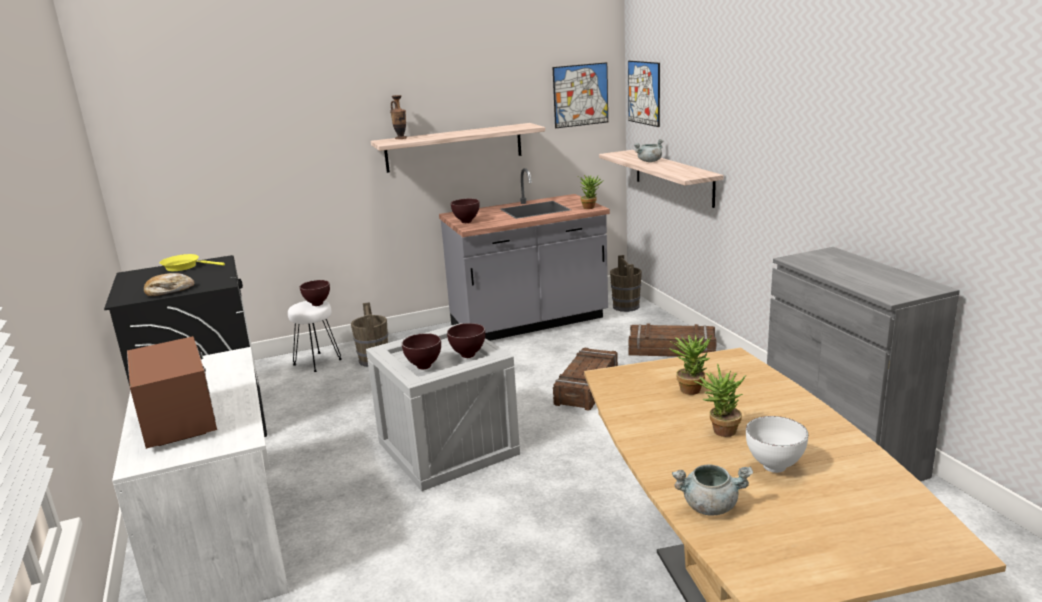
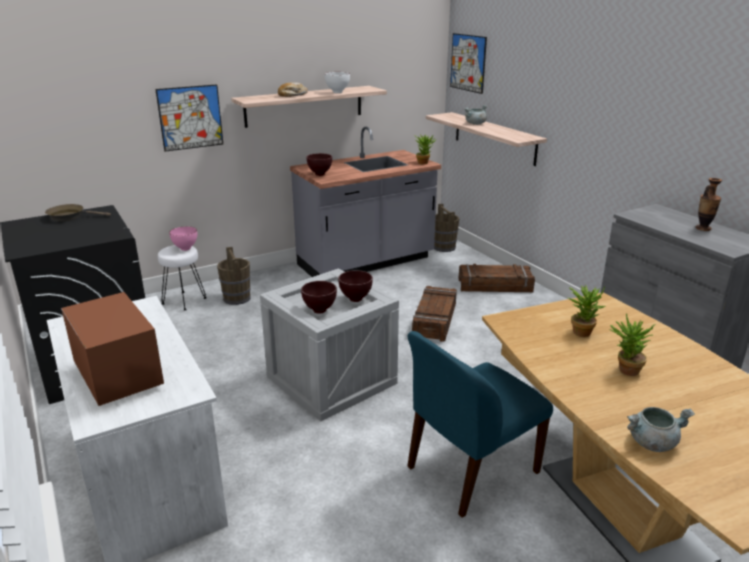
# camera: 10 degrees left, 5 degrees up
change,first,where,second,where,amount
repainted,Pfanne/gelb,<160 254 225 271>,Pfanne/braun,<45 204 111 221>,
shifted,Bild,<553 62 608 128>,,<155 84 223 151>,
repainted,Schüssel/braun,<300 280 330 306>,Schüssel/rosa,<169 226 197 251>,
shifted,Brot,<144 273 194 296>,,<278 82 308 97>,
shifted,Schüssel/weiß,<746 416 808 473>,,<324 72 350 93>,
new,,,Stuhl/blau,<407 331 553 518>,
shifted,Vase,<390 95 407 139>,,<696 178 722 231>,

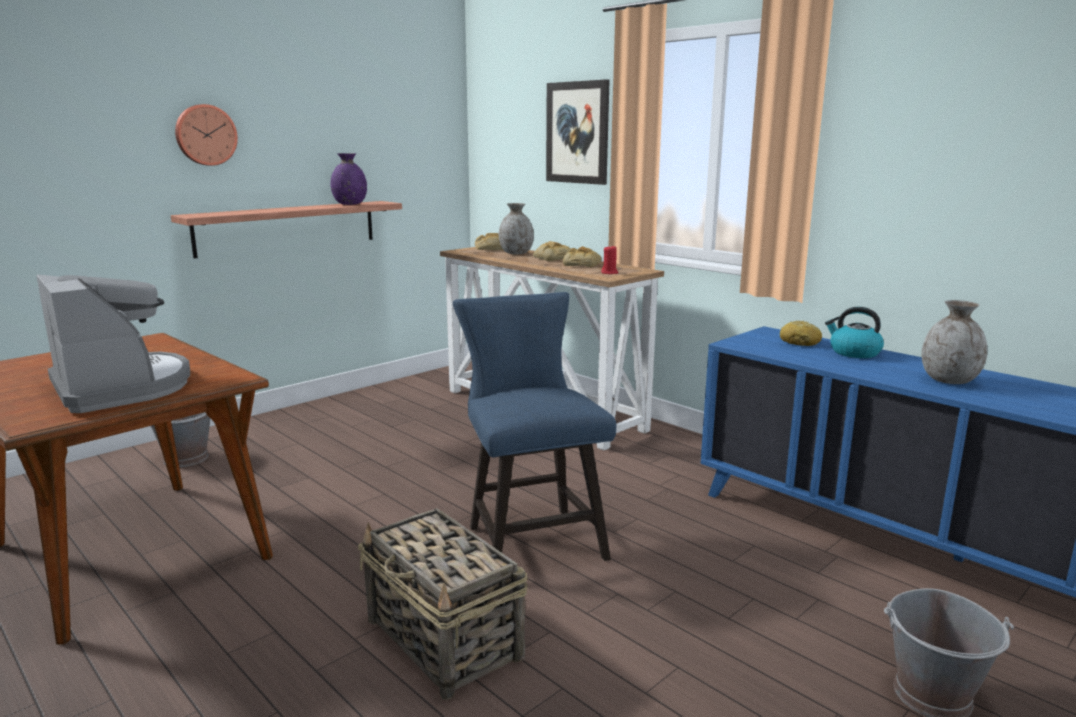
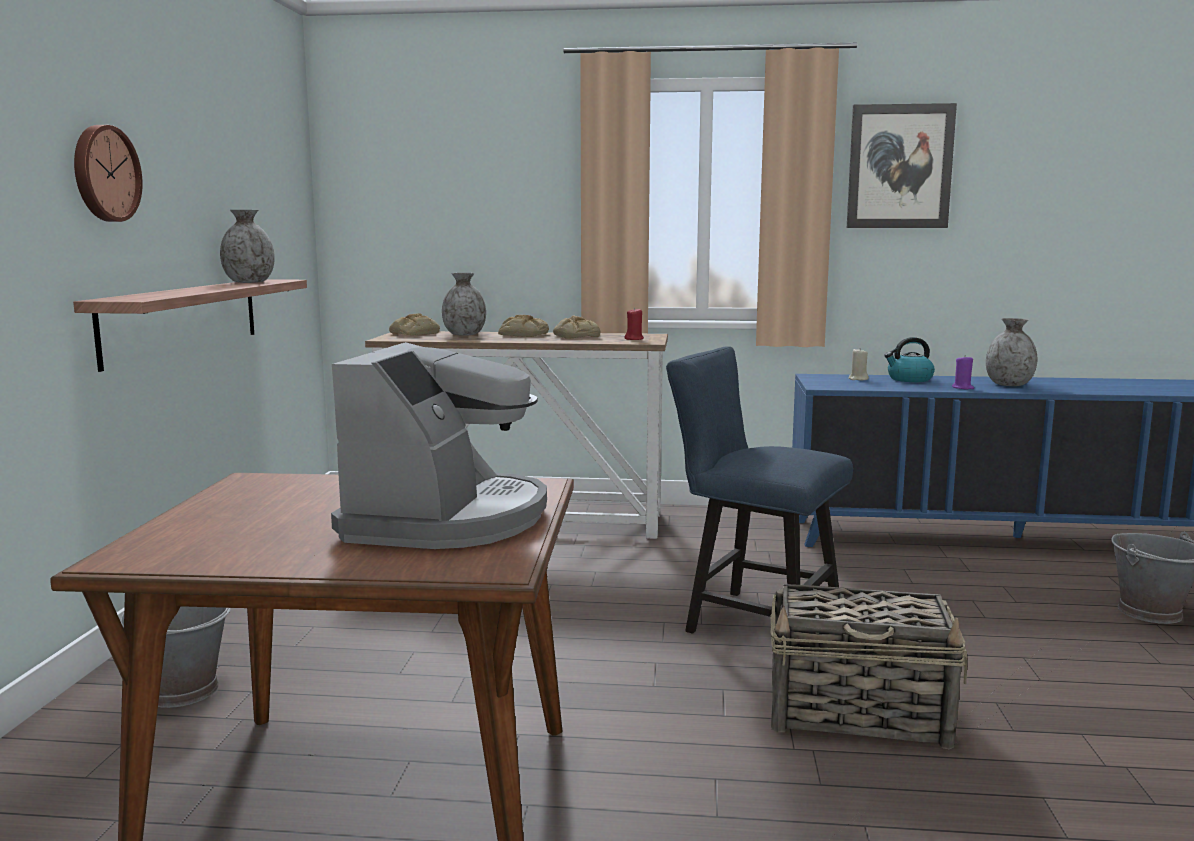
# camera: 40 degrees left, 5 degrees down
change,first,where,second,where,amount
repainted,Vase/lila,<331 153 367 205>,Vase/grau,<220 210 275 283>,
rotated,Kaffeemaschine,<37 274 190 413>,,<331 342 547 549>,90 degrees clockwise
shifted,Bild,<546 79 610 185>,,<847 103 957 228>,
swapped,Brot,<780 321 822 346>,Kerze/beige,<848 348 869 380>,
new,,,Kerze/lila,<952 357 974 390>,

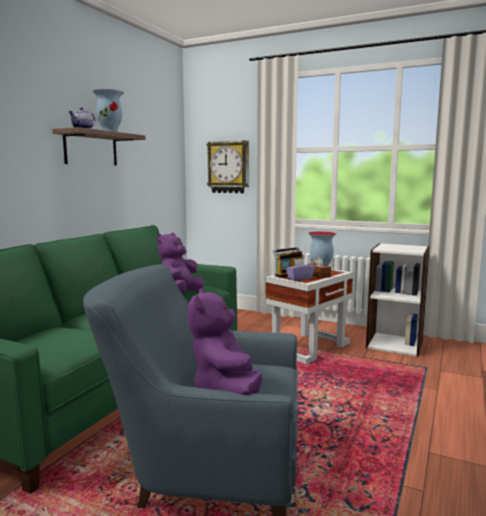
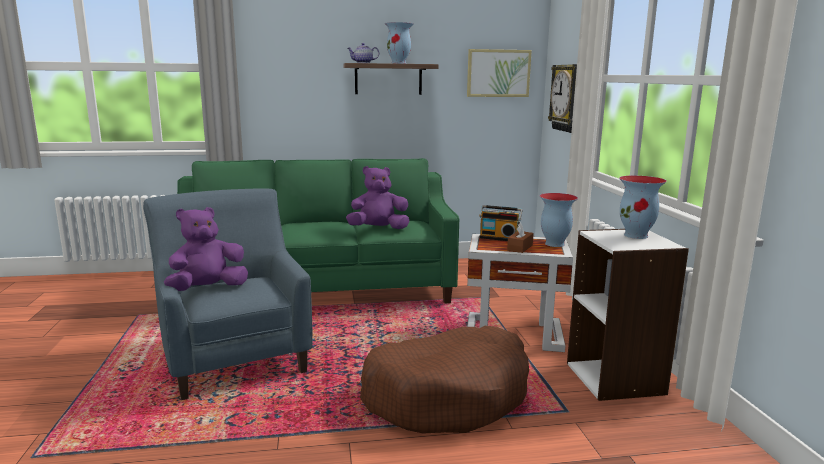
# camera: 55 degrees right, 5 degrees up
change,first,where,second,where,amount
new,,,Hundebett/braun,<360 326 529 434>,
new,,,Bild,<467 49 532 97>,
new,,,Vase,<619 175 667 239>,
gone,Taschentuchbox/lila,<286 258 315 281>,,,

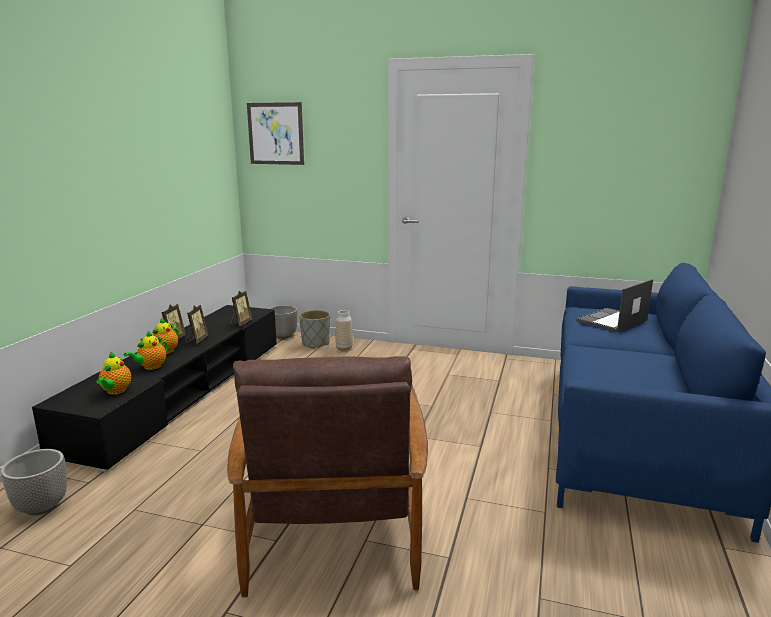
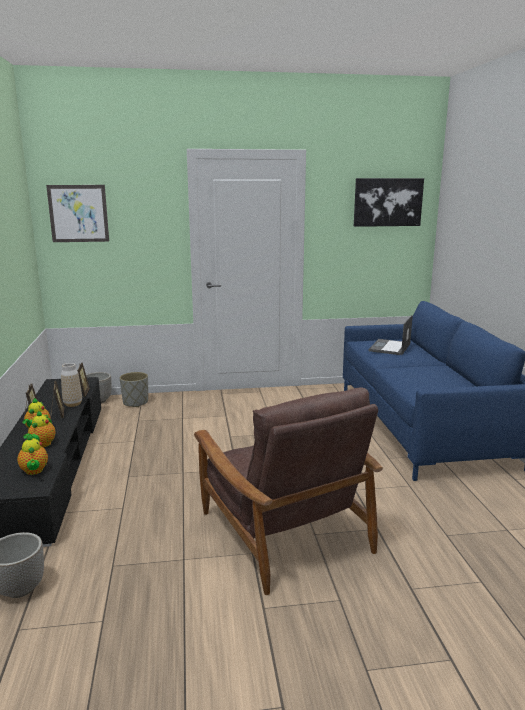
# camera: 25 degrees left, 0 degrees up
change,first,where,second,where,amount
shifted,Vase,<335 310 353 351>,,<61 363 82 407>,
new,,,Bild,<354 178 424 227>,

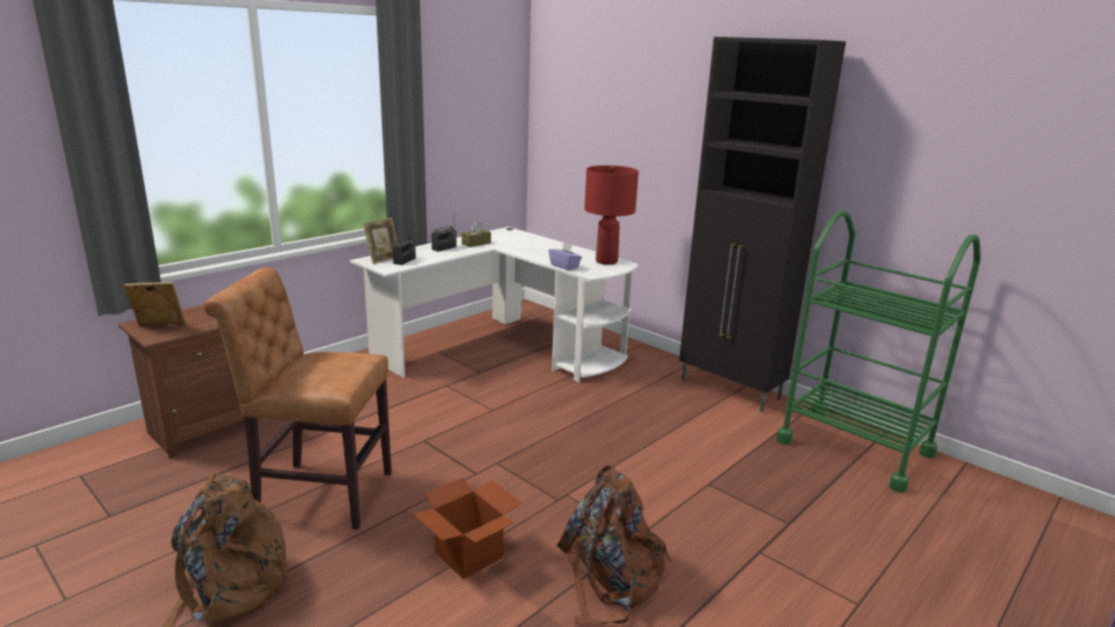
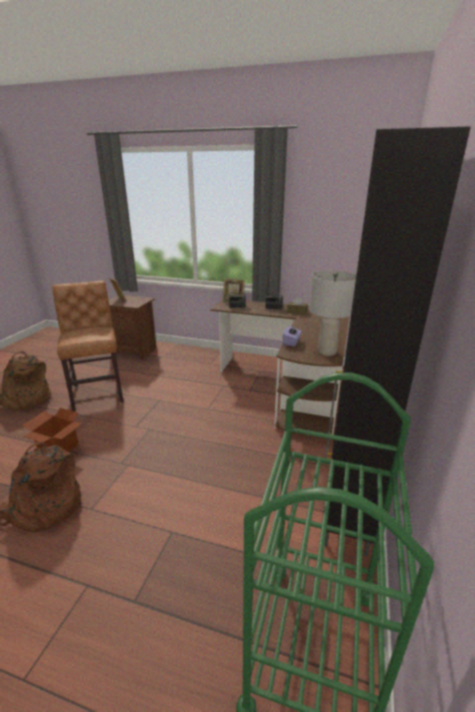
# camera: 65 degrees right, 5 degrees up
change,first,where,second,where,amount
repainted,Schreibtisch/weiß,<350 227 639 382>,Schreibtisch/braun,<210 299 350 437>,
repainted,Tischlampe/rot,<584 165 639 265>,Tischlampe/grau,<309 270 356 356>,

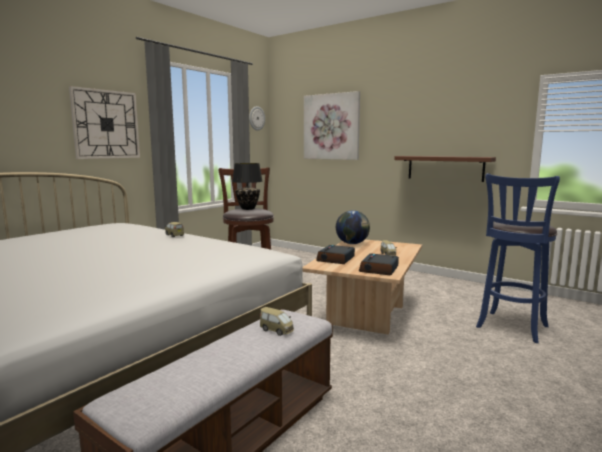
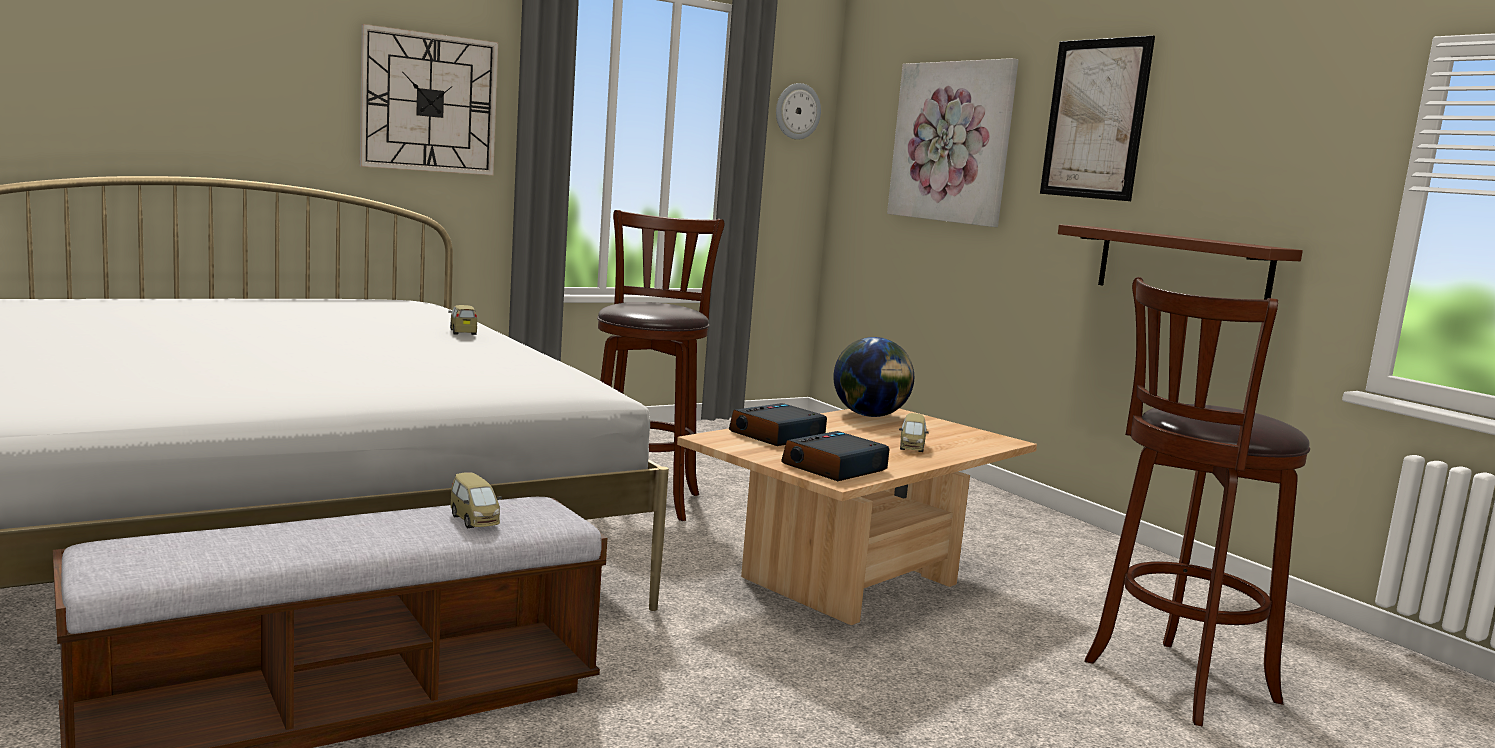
# camera: 20 degrees right, 0 degrees up
change,first,where,second,where,amount
new,,,Bild,<1040 35 1155 201>,
repainted,Hocker/blau,<476 173 560 343>,Hocker/braun,<1085 277 1310 726>,
gone,Tischlampe/schwarz,<232 163 263 210>,,,

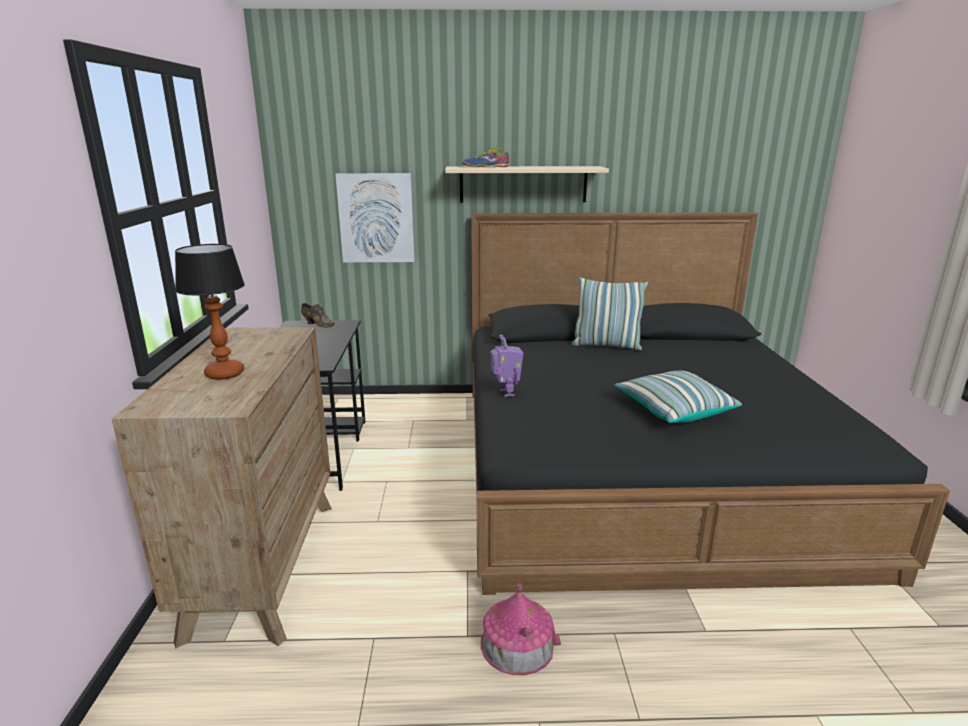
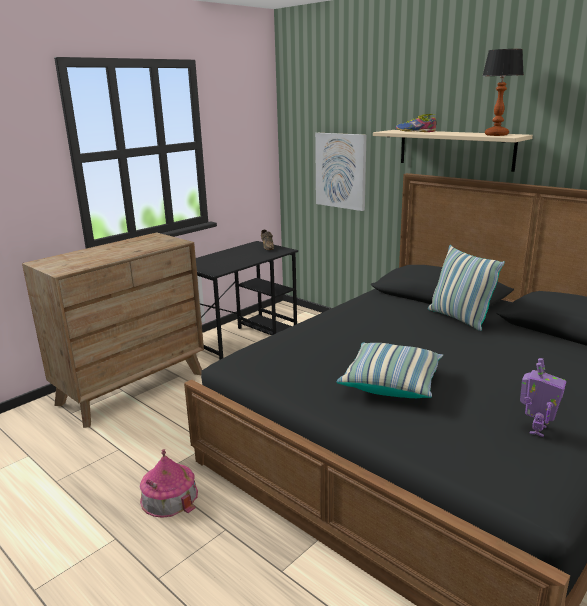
# camera: 45 degrees right, 0 degrees up
change,first,where,second,where,amount
shifted,Tischlampe,<175 244 245 380>,,<483 49 524 136>,
shifted,Spielzeugroboter,<490 335 524 397>,,<520 358 566 437>,

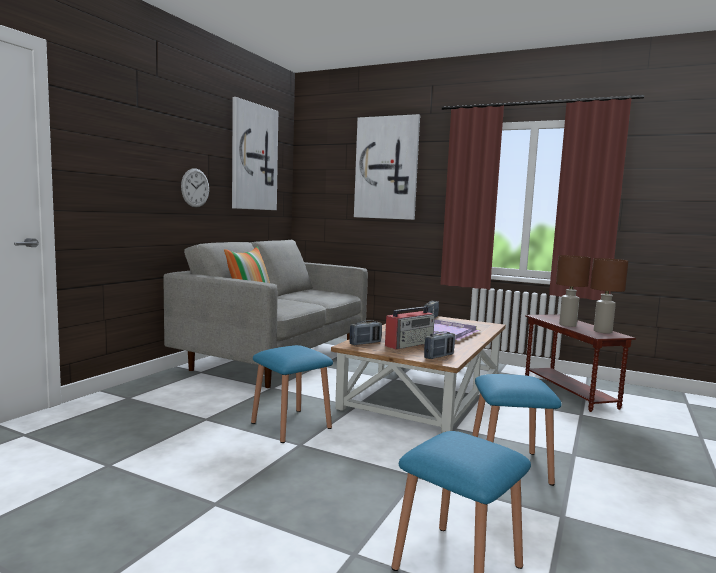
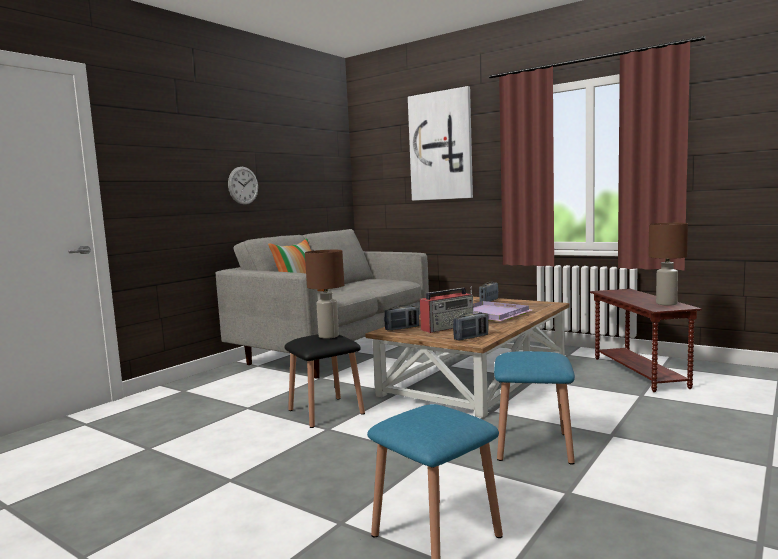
# camera: 10 degrees right, 0 degrees up
change,first,where,second,where,amount
repainted,Hocker/blau,<251 345 333 443>,Hocker/schwarz,<284 334 365 428>,
shifted,Tischlampe/braun,<556 255 591 327>,,<305 250 344 339>,
gone,Bild,<232 97 278 210>,,,

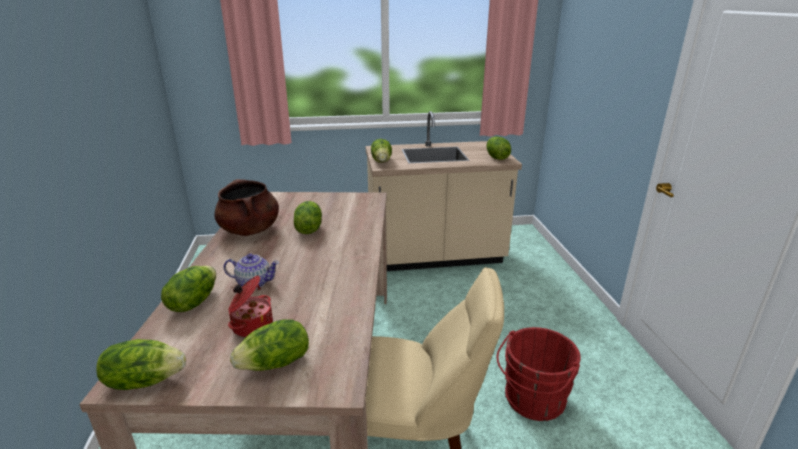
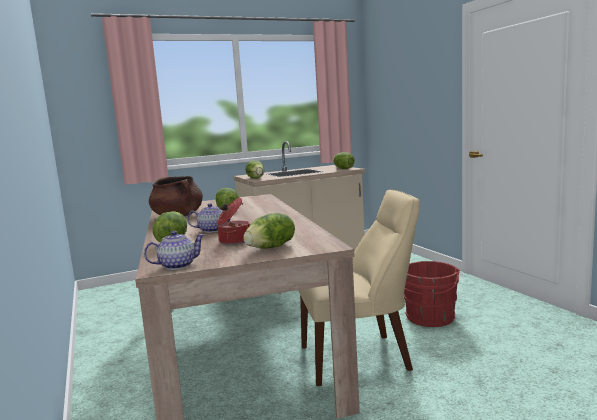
# camera: 15 degrees left, 15 degrees down
change,first,where,second,where,amount
swapped,Salatkopf,<96 339 186 390>,Teekanne,<144 231 204 270>,

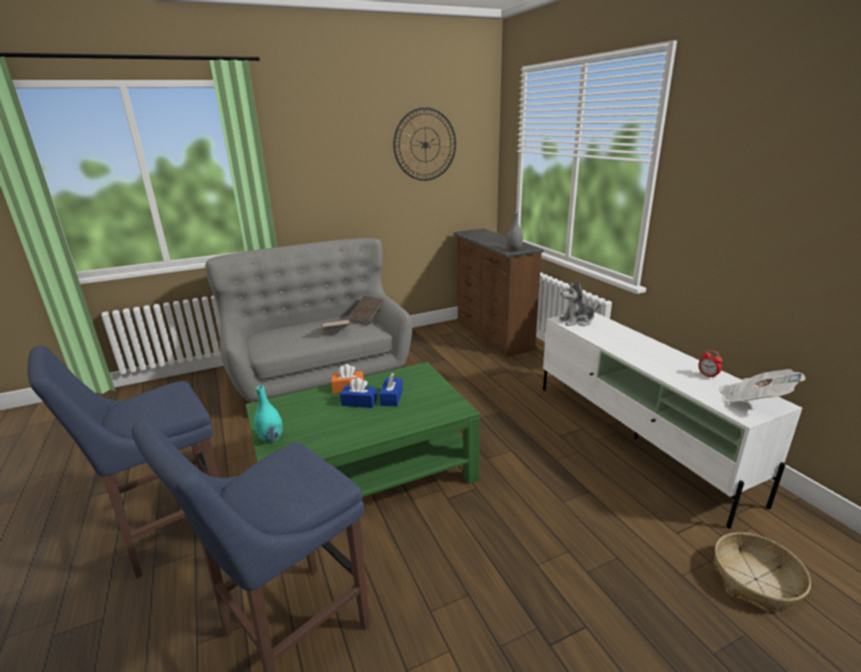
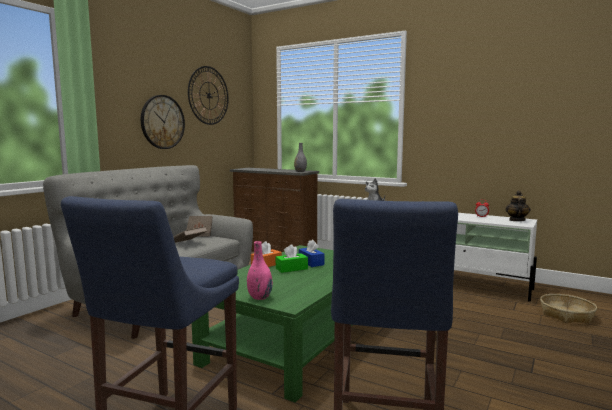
# camera: 35 degrees left, 15 degrees down
change,first,where,second,where,amount
new,,,Wanduhr,<141 95 185 149>,
repainted,Vase/türkis,<254 386 283 443>,Vase/rosa,<247 241 273 300>,
repainted,Taschentuchbox/blau,<340 377 377 408>,Taschentuchbox/grün,<276 244 308 273>,
swapped,Zeitung,<719 369 806 403>,Teekanne,<506 191 530 221>,

